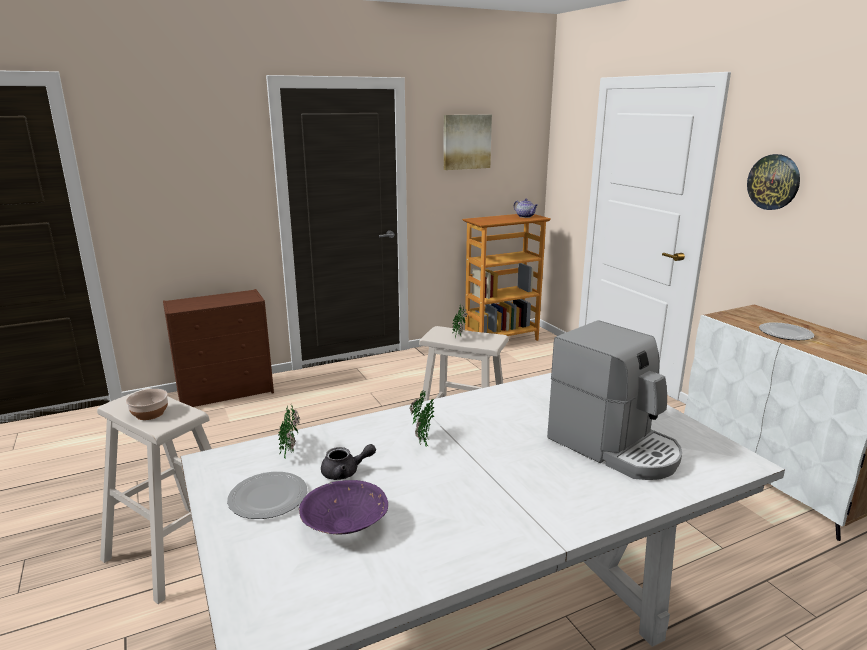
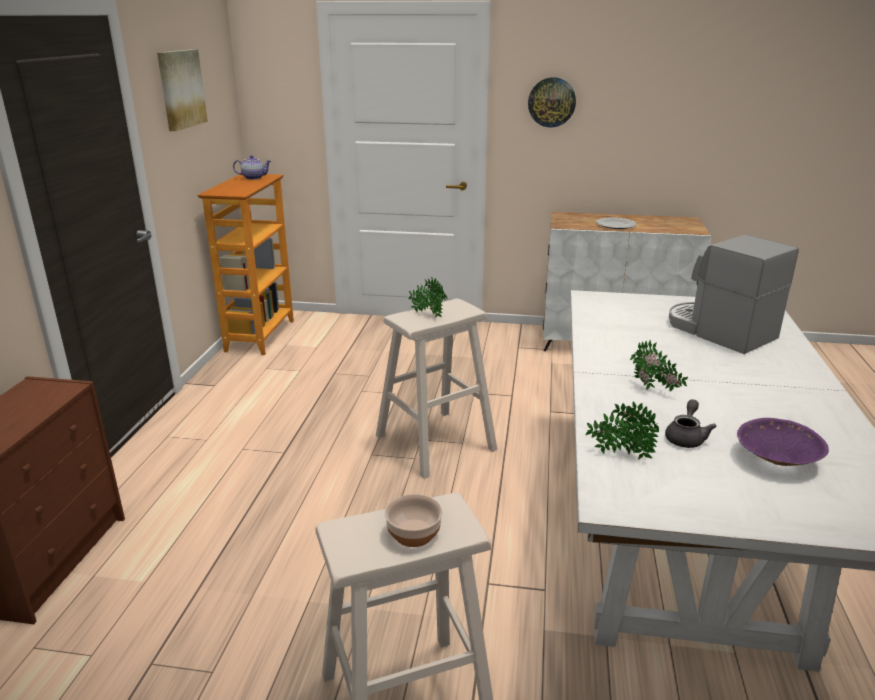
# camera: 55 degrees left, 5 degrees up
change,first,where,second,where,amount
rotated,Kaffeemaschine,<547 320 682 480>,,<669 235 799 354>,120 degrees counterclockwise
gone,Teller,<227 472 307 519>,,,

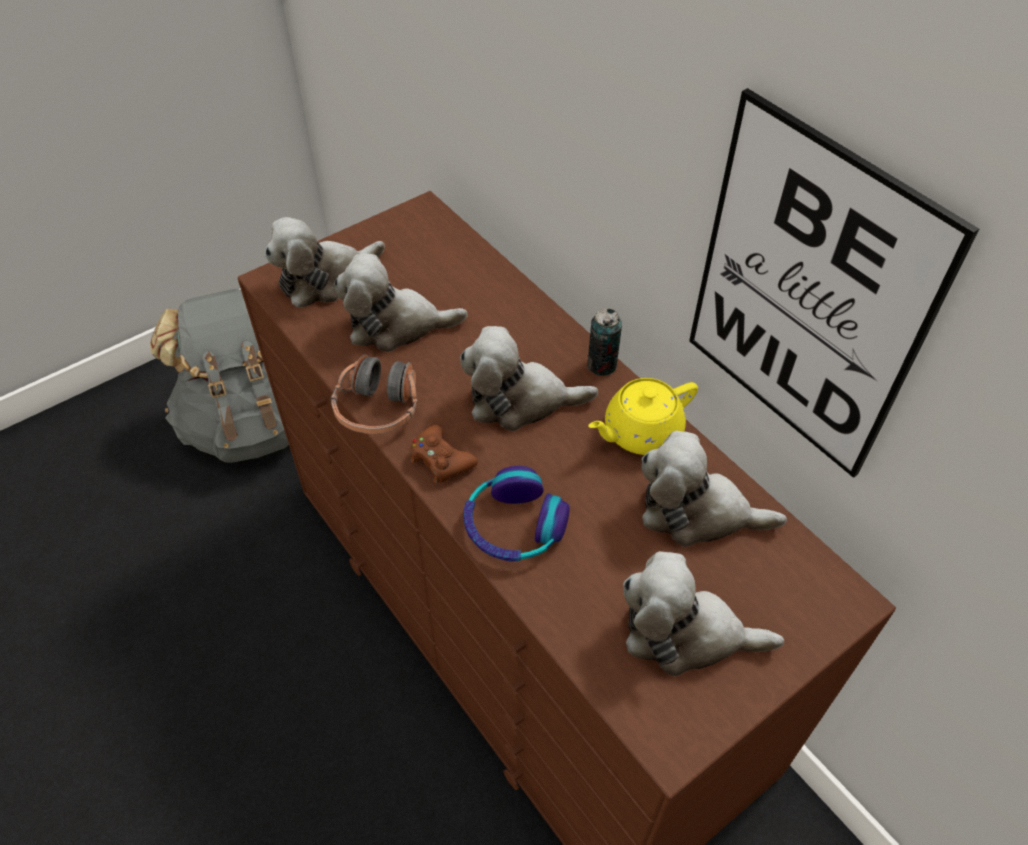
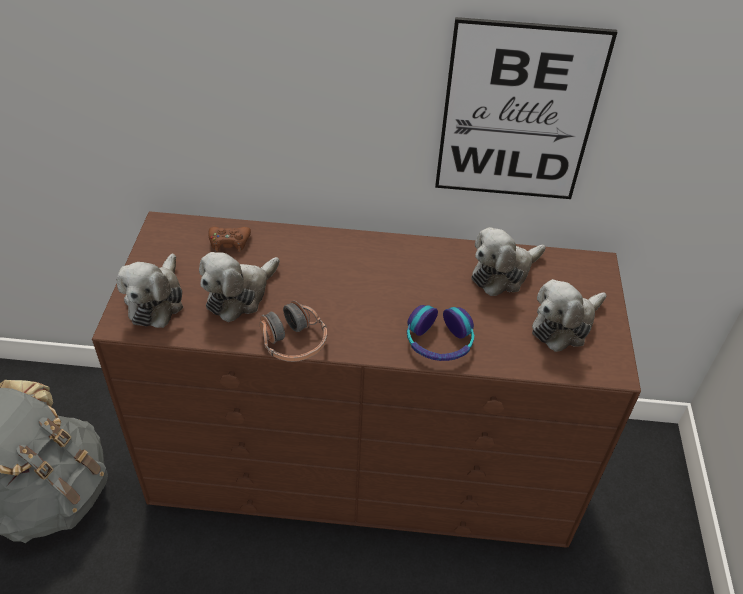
# camera: 50 degrees left, 5 degrees down
change,first,where,second,where,amount
shifted,Gamepad/braun,<409 425 478 484>,,<208 227 251 252>,
gone,Plüschtier,<460 326 598 431>,,,
gone,Dose,<587 309 622 376>,,,
gone,Teekanne/gelb,<588 378 698 455>,,,

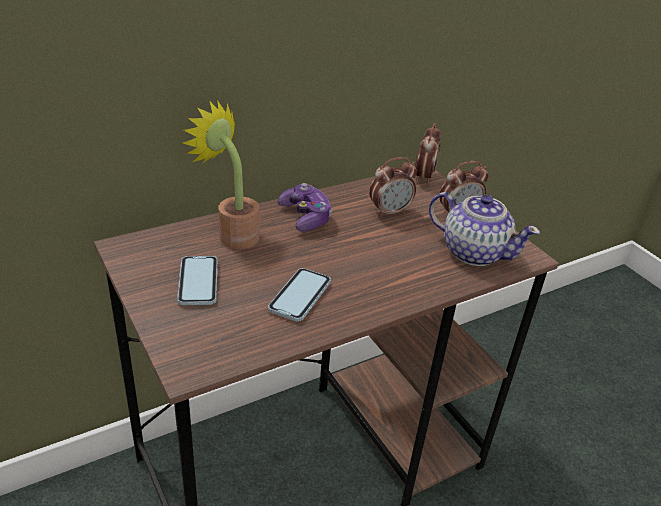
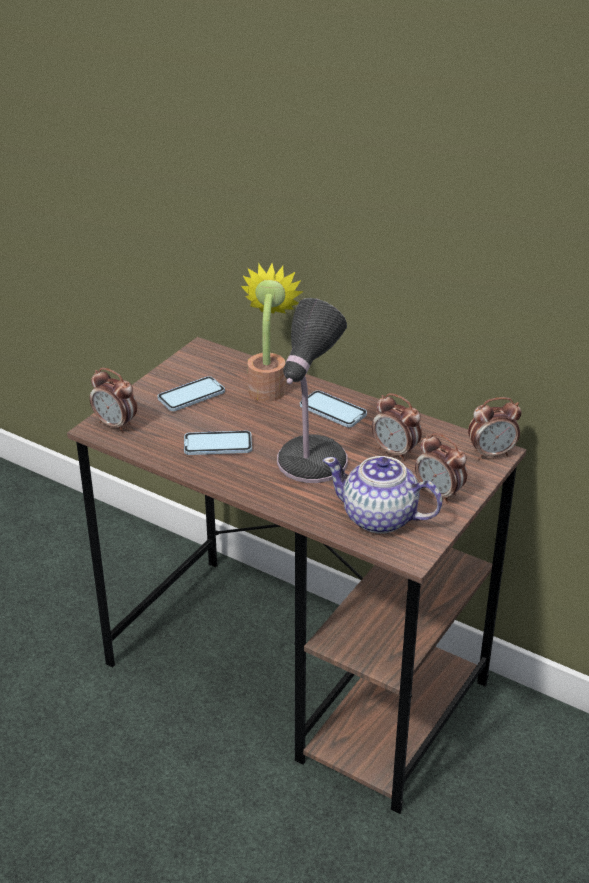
# camera: 65 degrees right, 0 degrees up
change,first,where,second,where,amount
new,,,Wecker,<90 368 137 433>,
new,,,Tischlampe,<277 298 348 483>,
swapped,Gamepad,<278 183 332 232>,Handy,<300 390 367 427>,
rotated,Teekanne,<429 192 540 266>,,<323 456 442 534>,105 degrees clockwise

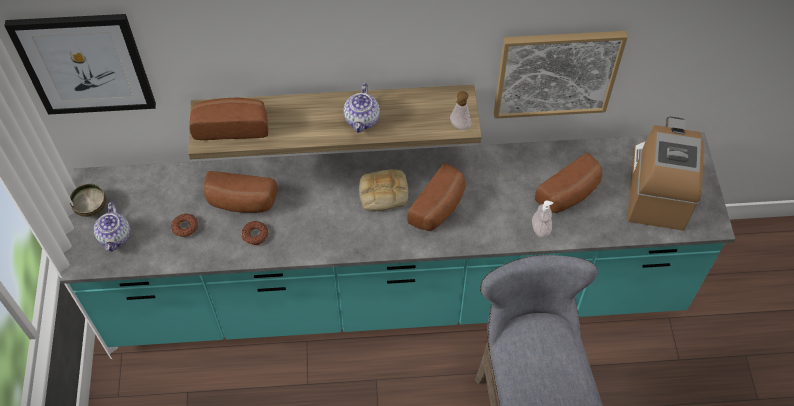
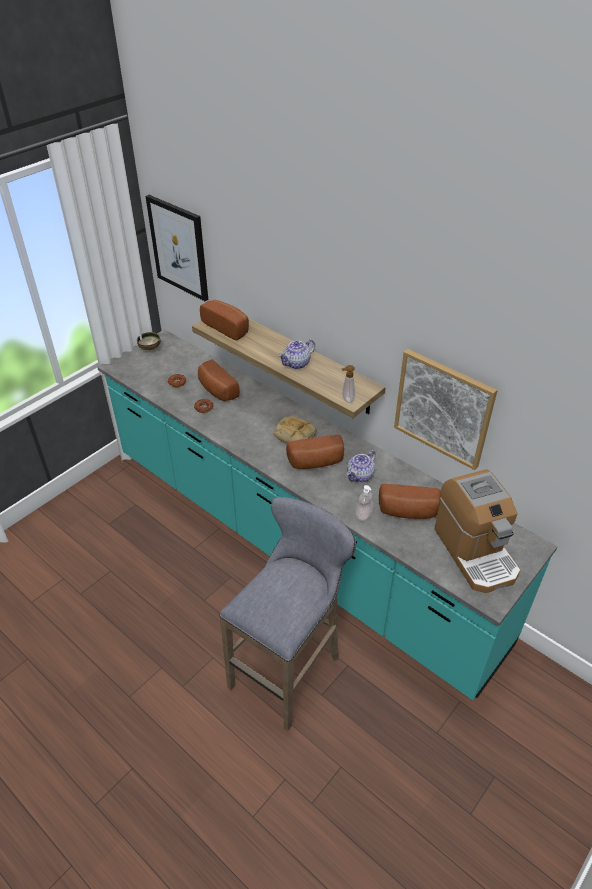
# camera: 45 degrees right, 15 degrees down
change,first,where,second,where,amount
shifted,Teekanne,<94 202 130 252>,,<347 450 376 482>,
rotated,Kaffeemaschine,<627 116 704 231>,,<435 469 521 593>,105 degrees clockwise

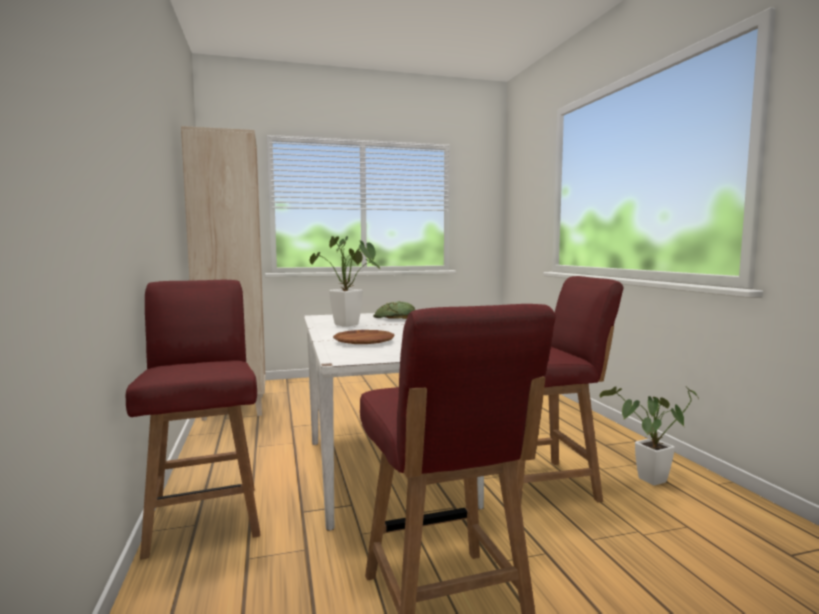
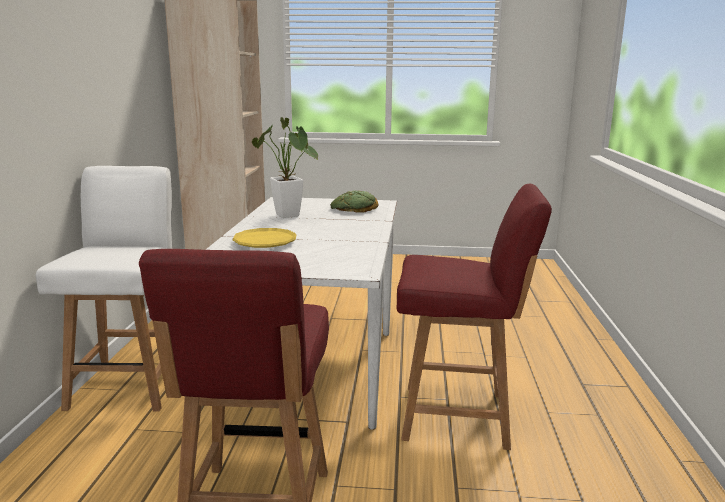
# camera: 20 degrees right, 10 degrees up
change,first,where,second,where,amount
repainted,Stuhl/rot,<126 280 261 559>,Stuhl/weiß,<36 166 172 412>,
repainted,Teller/braun,<333 330 395 344>,Teller/gelb,<232 228 296 248>,
gone,Topfpflanze,<600 387 699 486>,,,

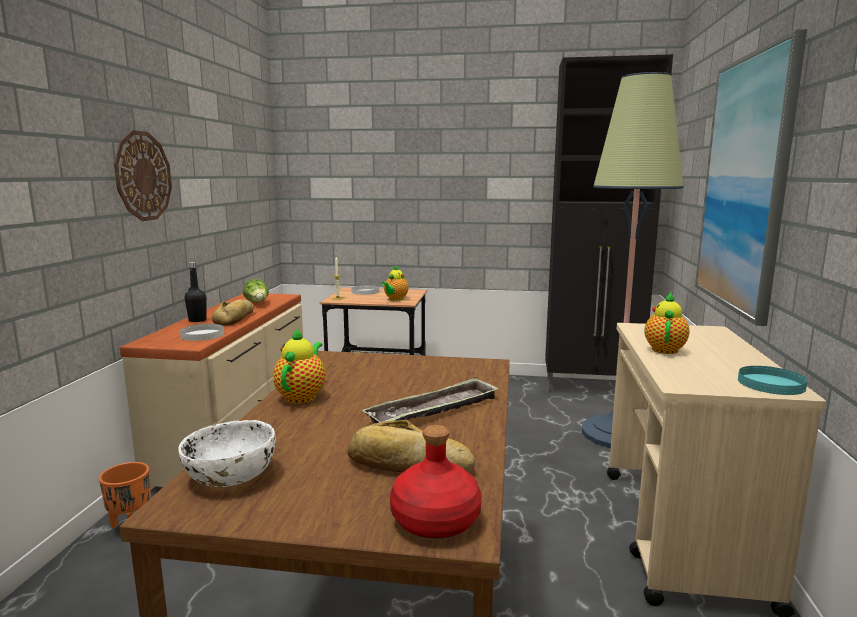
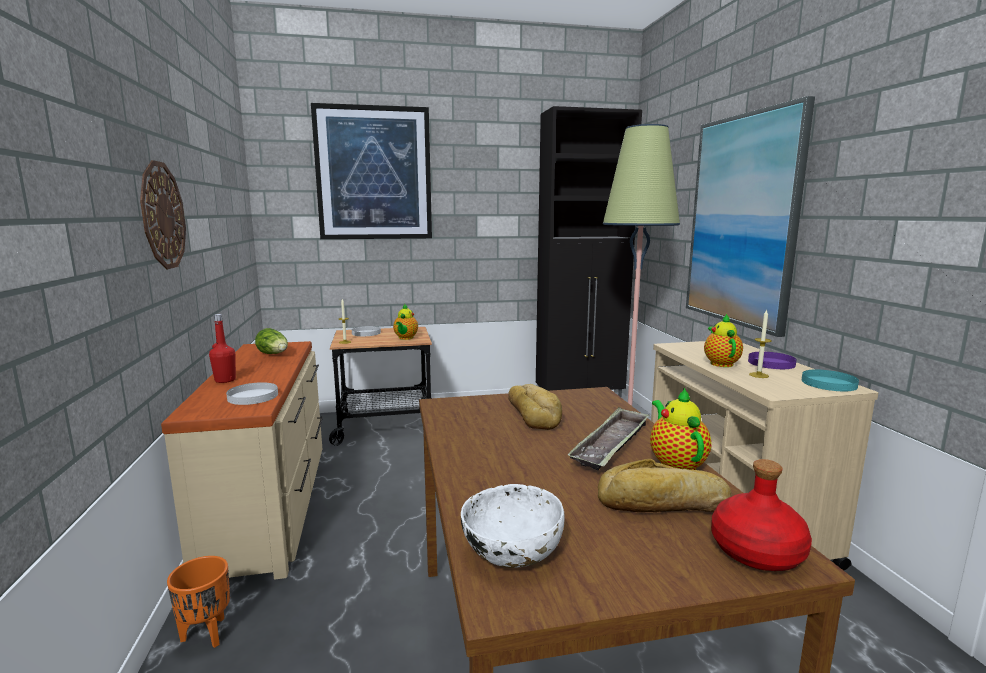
# camera: 20 degrees left, 0 degrees up
change,first,where,second,where,amount
repainted,Flasche/schwarz,<185 262 206 322>,Flasche/rot,<209 314 236 383>,
new,,,Bild,<311 103 432 239>,
shifted,Brot,<212 299 254 326>,,<508 384 562 430>,
shifted,Teekanne,<273 328 325 404>,,<650 388 711 470>,
new,,,Teller/lila,<748 352 797 369>,
new,,,Kerze,<749 310 772 378>,

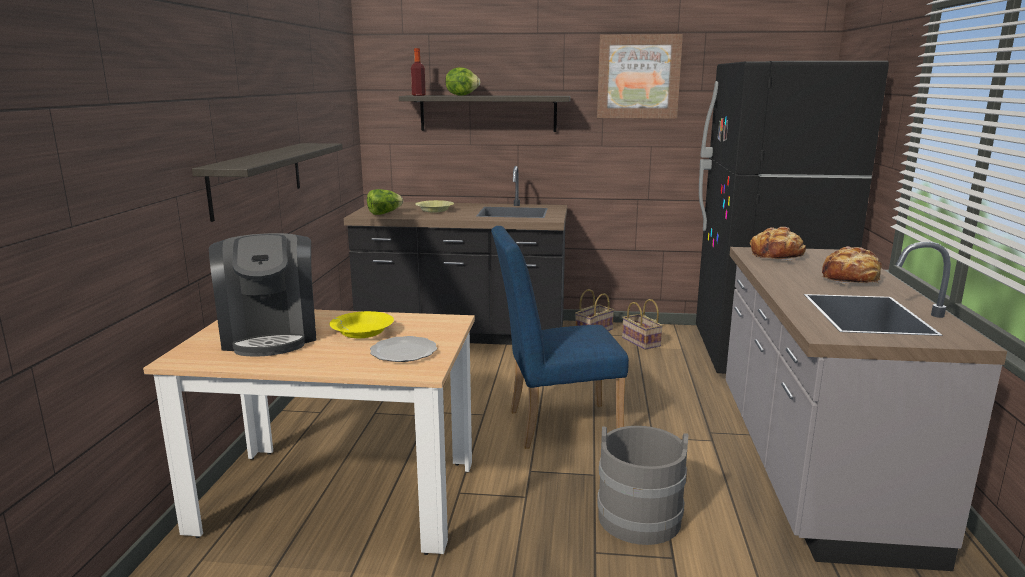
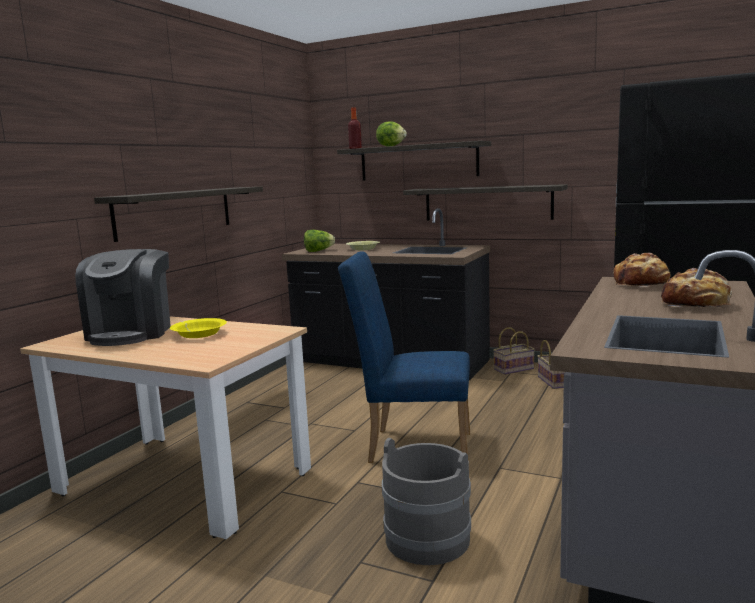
# camera: 20 degrees right, 5 degrees down
change,first,where,second,where,amount
new,,,Wandregal,<403 184 568 220>,
gone,Teller,<370 336 437 362>,,,
gone,Bild,<597 34 683 119>,,,

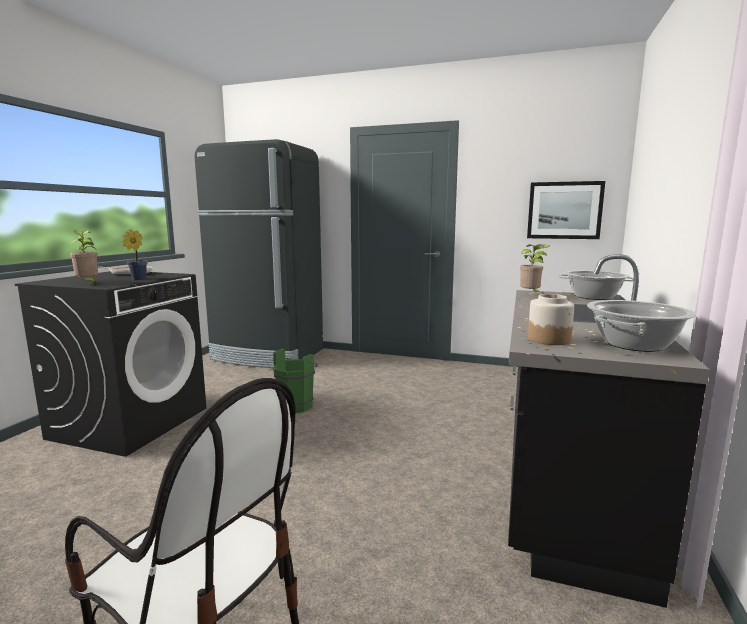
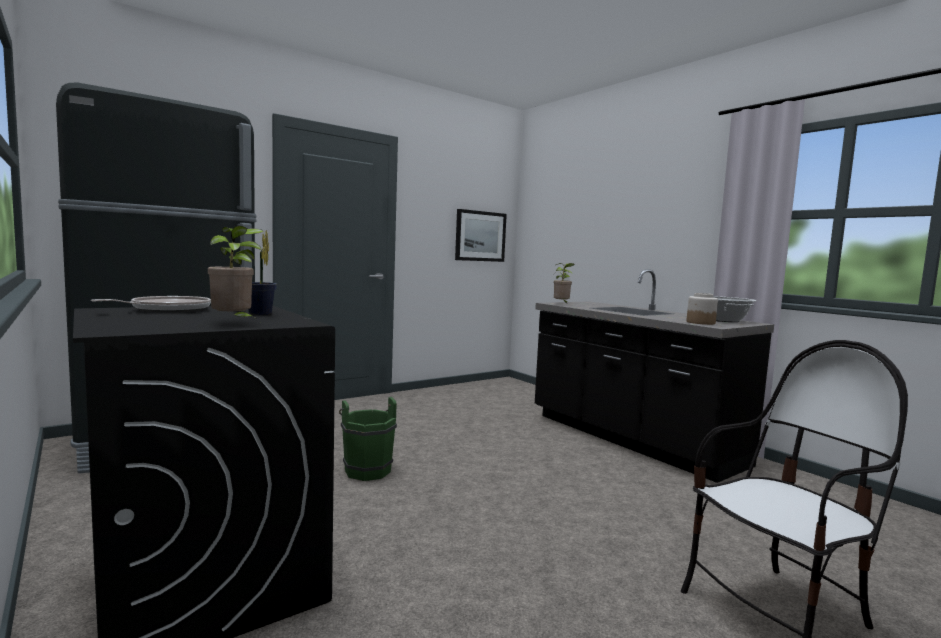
# camera: 55 degrees left, 5 degrees down
change,first,where,second,where,amount
gone,Kochtopf,<559 271 634 300>,,,

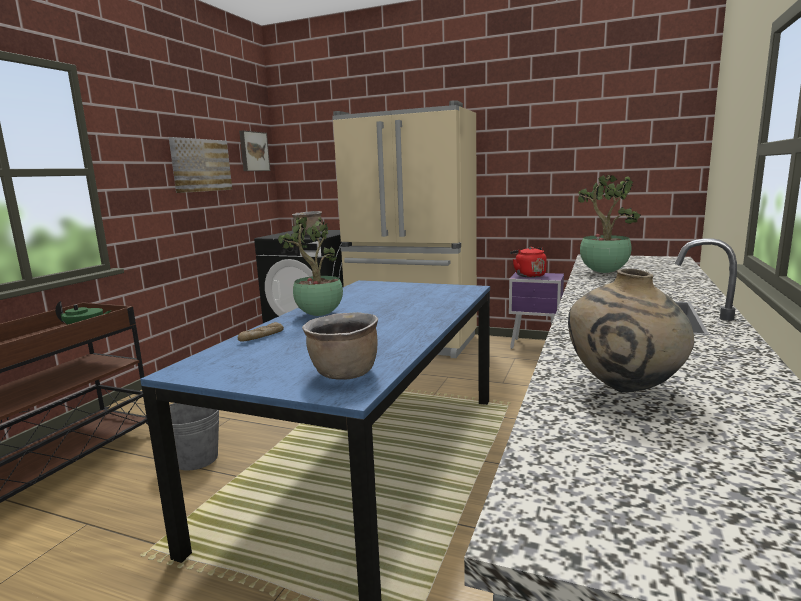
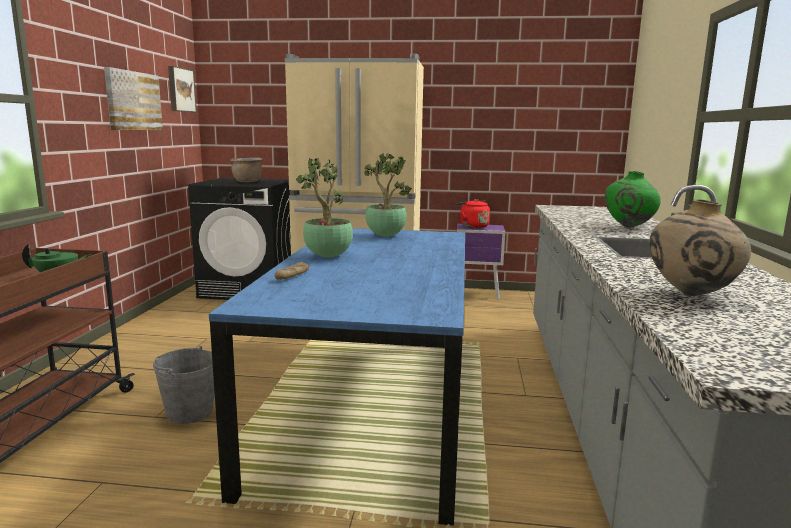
# camera: 15 degrees left, 0 degrees up
change,first,where,second,where,amount
shifted,Topfpflanze,<577 175 641 273>,,<364 153 412 237>,
new,,,Vase/grün,<605 171 661 228>,
gone,Kochtopf/braun,<302 312 378 380>,,,

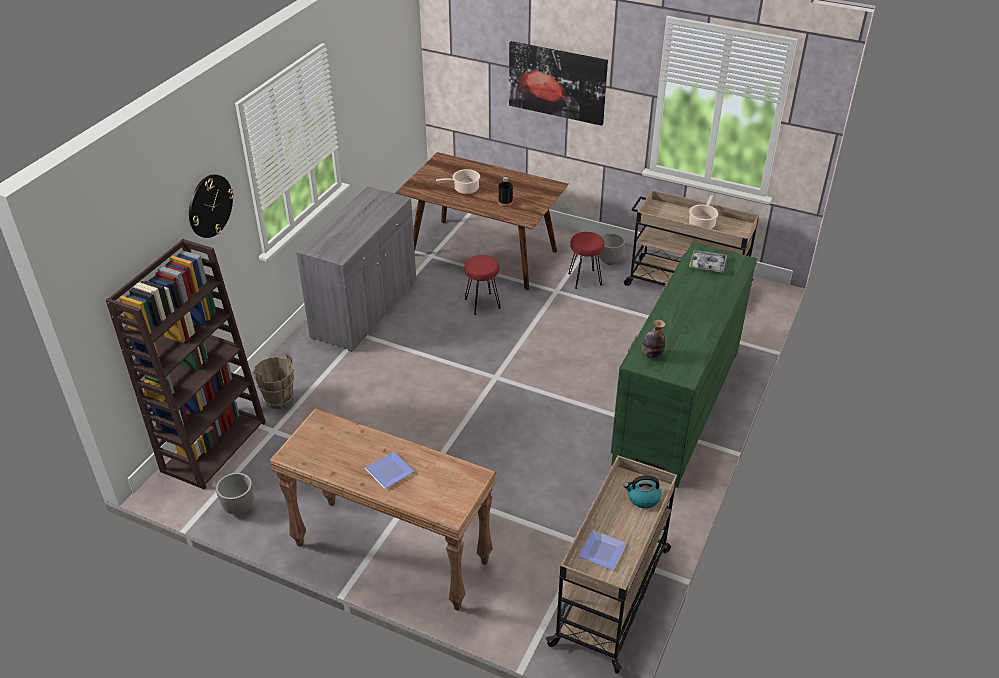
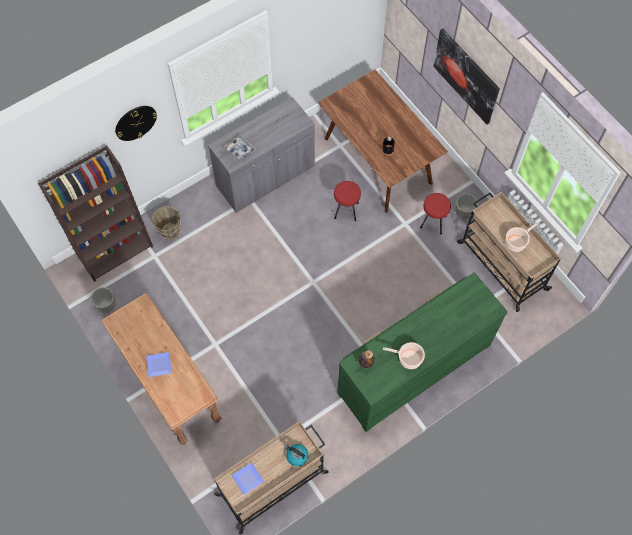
# camera: 30 degrees right, 25 degrees up
change,first,where,second,where,amount
shifted,Tablett,<689 250 727 273>,,<223 135 256 162>,
shifted,Kochtopf,<436 169 480 194>,,<383 342 425 369>,

